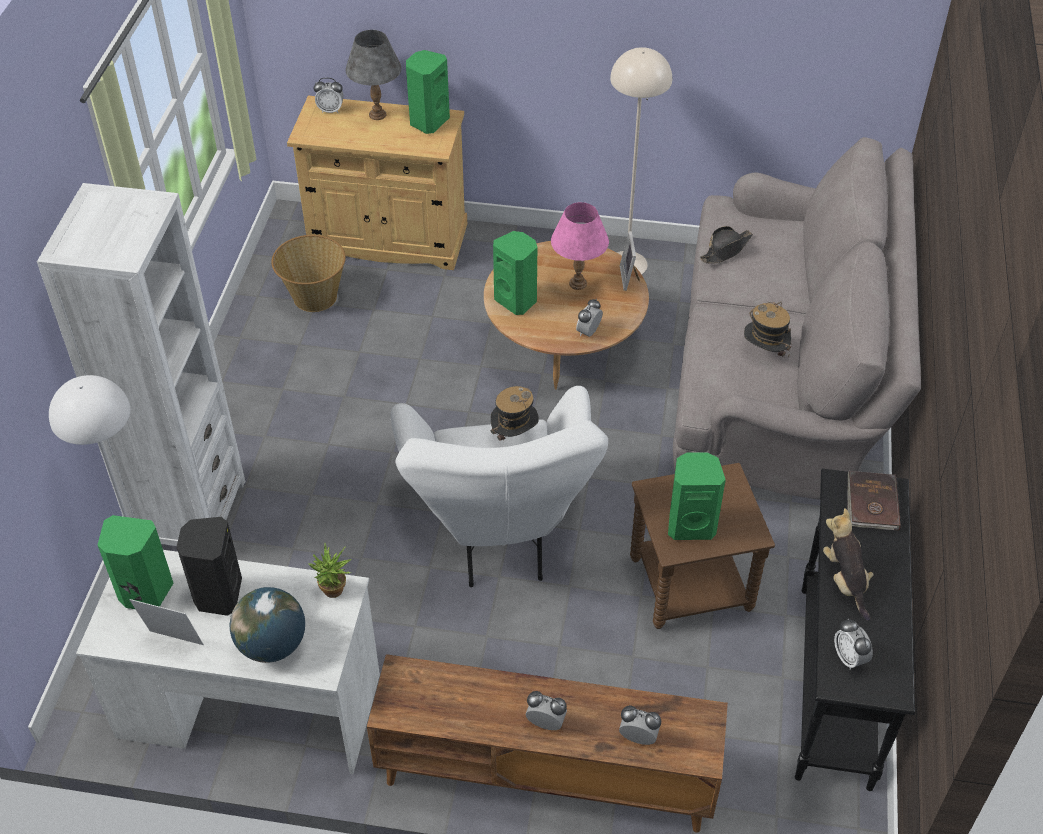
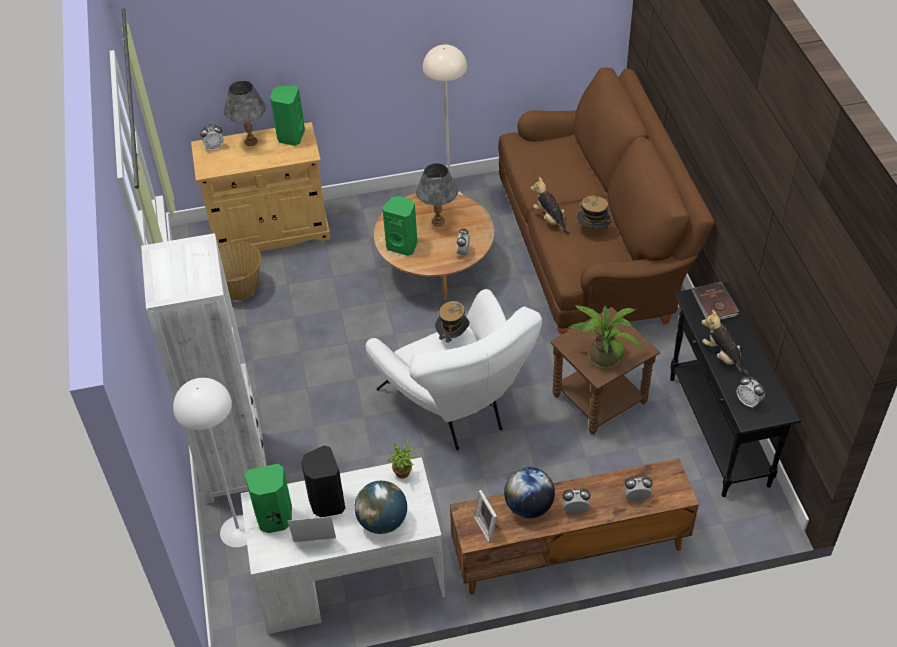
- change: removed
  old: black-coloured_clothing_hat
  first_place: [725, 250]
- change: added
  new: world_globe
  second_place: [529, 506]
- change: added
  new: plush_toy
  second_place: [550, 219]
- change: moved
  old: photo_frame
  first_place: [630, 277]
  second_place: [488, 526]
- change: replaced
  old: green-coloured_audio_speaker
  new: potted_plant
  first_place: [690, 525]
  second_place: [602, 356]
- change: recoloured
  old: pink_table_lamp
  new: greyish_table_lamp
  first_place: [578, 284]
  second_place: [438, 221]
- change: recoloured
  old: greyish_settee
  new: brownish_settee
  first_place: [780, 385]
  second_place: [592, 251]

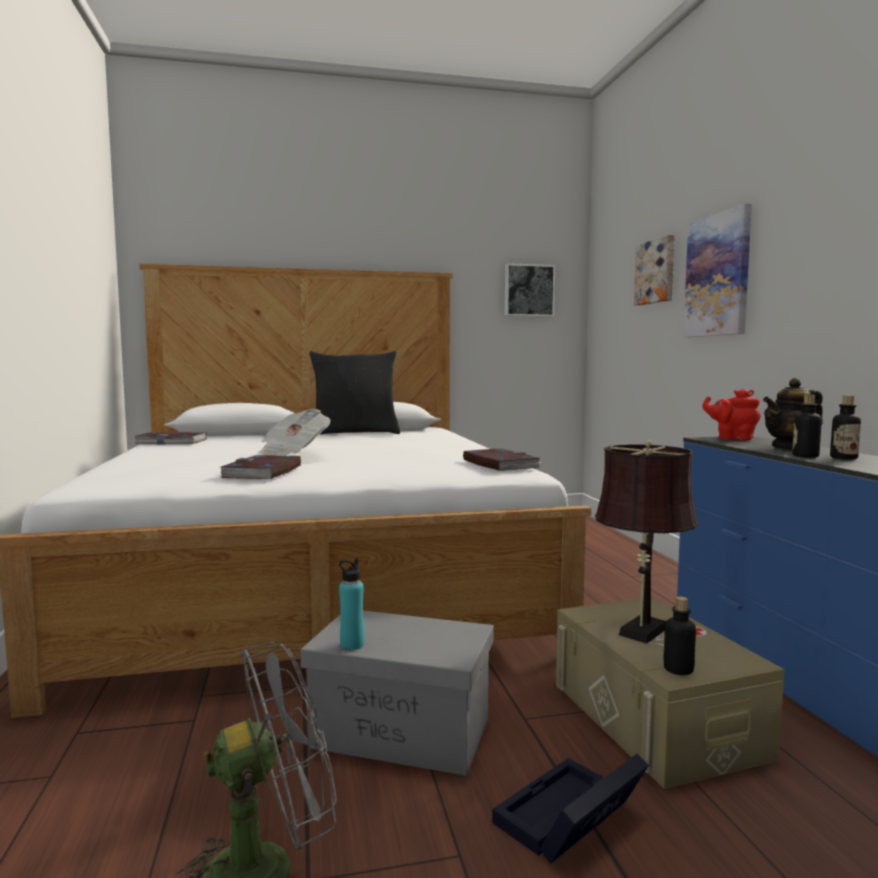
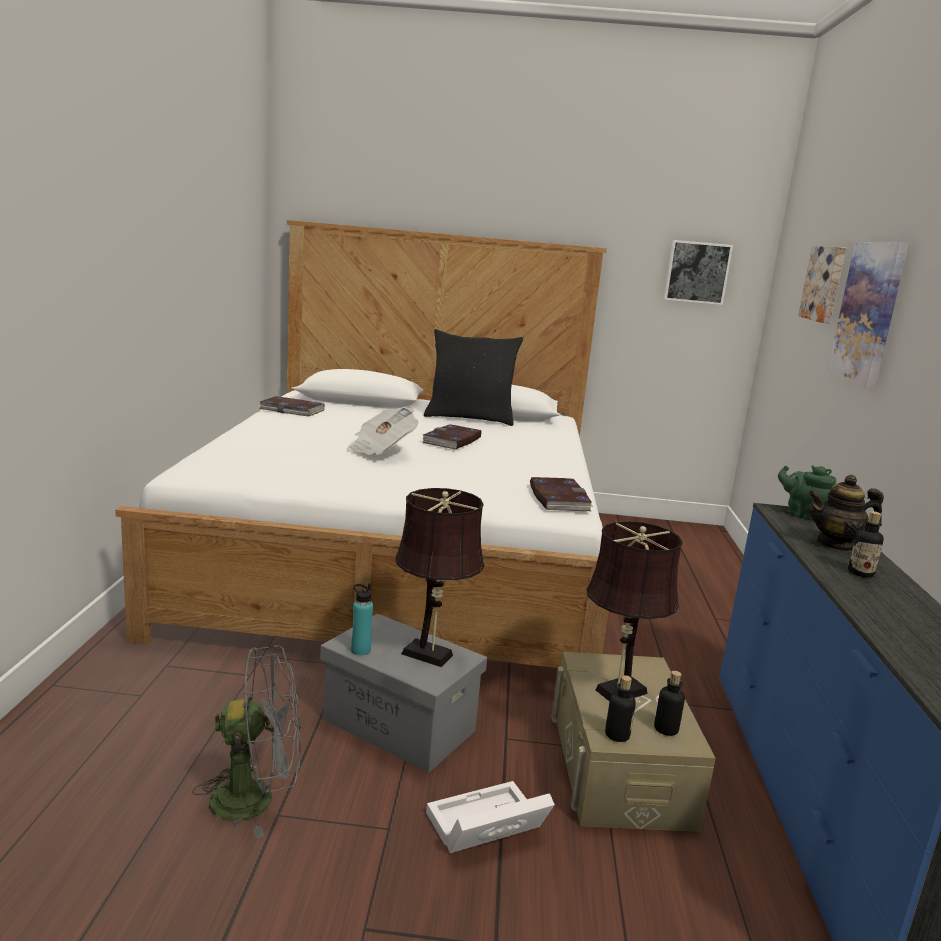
- change: added
  new: brownish_table_lamp
  second_place: [431, 656]
- change: moved
  old: volume
  first_place: [263, 472]
  second_place: [452, 440]
- change: moved
  old: bottle
  first_place: [805, 456]
  second_place: [666, 729]
- change: recoloured
  old: black-coloured_storage_box
  new: whitish_storage_box
  first_place: [568, 821]
  second_place: [484, 828]
- change: recoloured
  old: red_teapot
  new: green-coloured_teapot
  first_place: [732, 438]
  second_place: [802, 514]

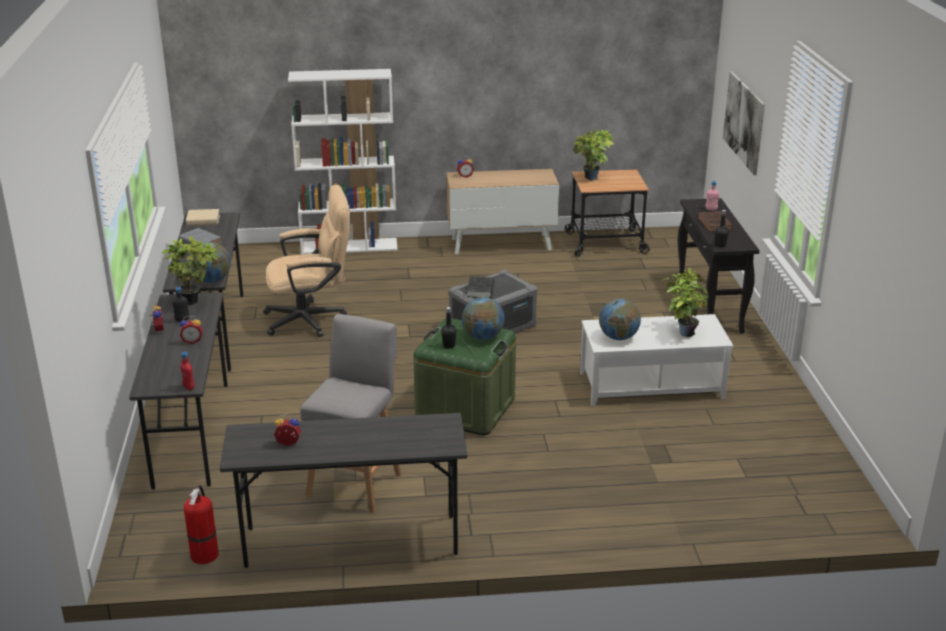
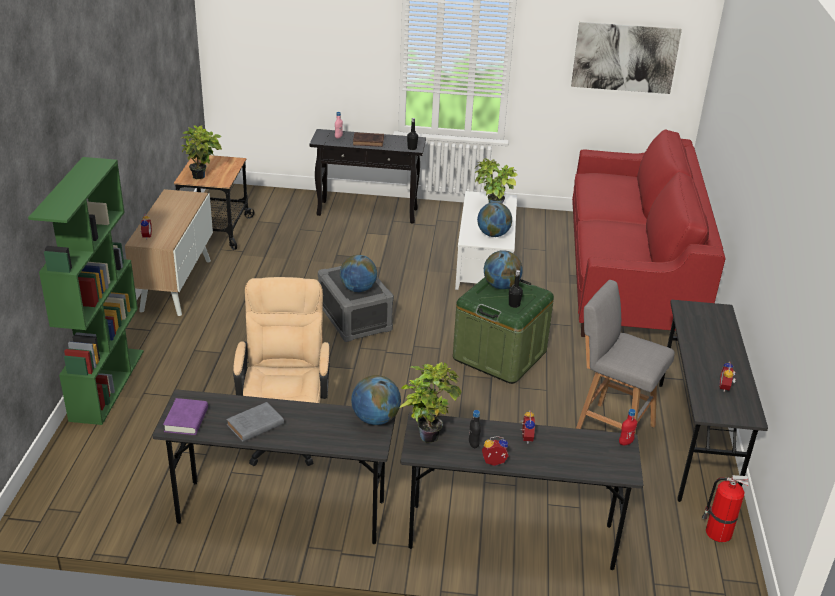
- change: added
  new: red_settee
  second_place: [629, 275]
- change: moved
  old: wall_picture
  first_place: [744, 122]
  second_place: [625, 57]
- change: replaced
  old: black-coloured_volume
  new: world_globe
  first_place: [480, 290]
  second_place: [358, 289]
- change: recoloured
  old: beige-coloured_volume
  new: purplish_volume
  first_place: [203, 220]
  second_place: [186, 420]
- change: recoloured
  old: whitish_bookcase
  new: green-coloured_bookcase
  first_place: [349, 246]
  second_place: [107, 384]

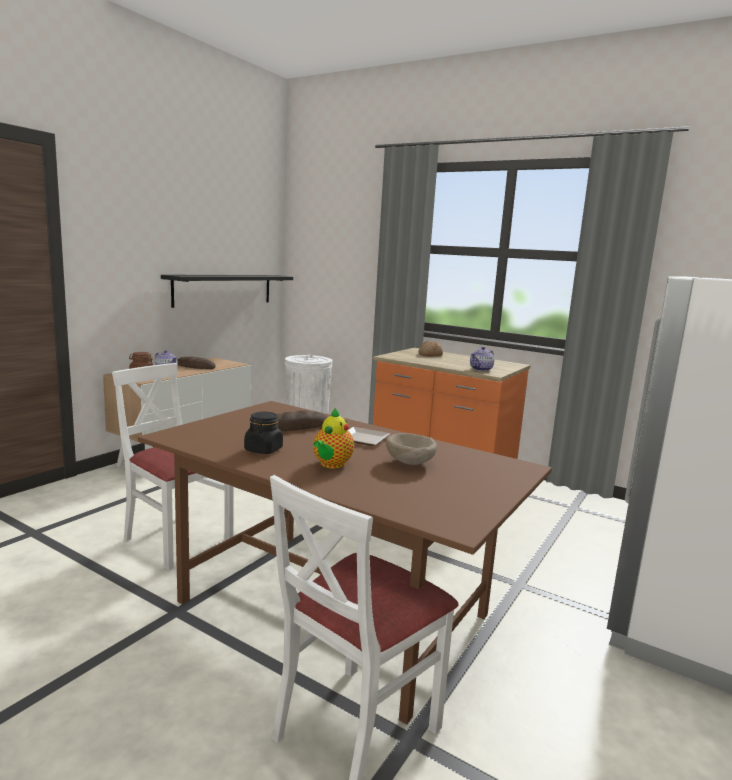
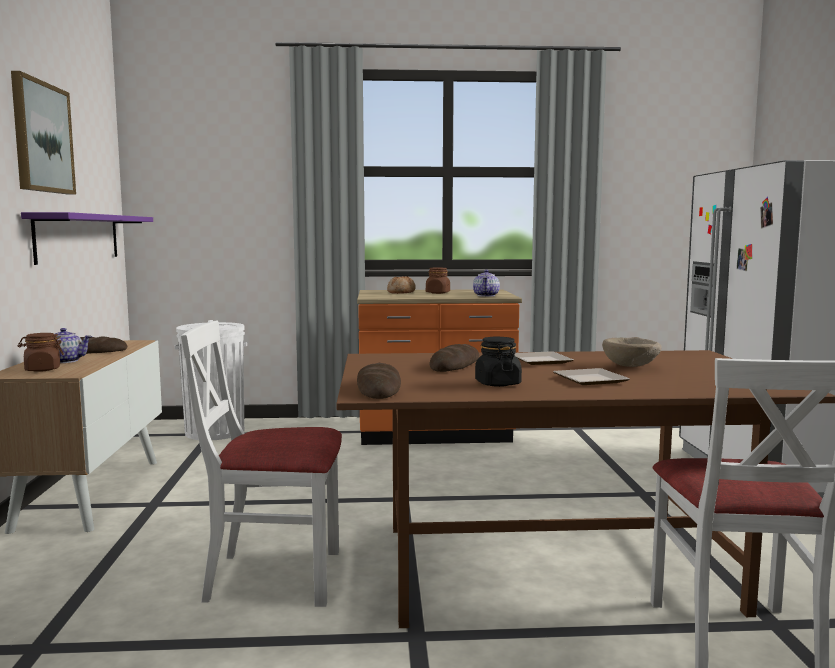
- change: added
  new: wall_picture
  second_place: [42, 137]
- change: added
  new: bakery_bread
  second_place: [378, 388]
- change: added
  new: brownish_preserve_jar
  second_place: [438, 293]
- change: replaced
  old: teapot
  new: dinner_plate
  first_place: [331, 465]
  second_place: [587, 380]
- change: recoloured
  old: black-coloured_shelf
  new: purplish_shelf
  first_place: [224, 289]
  second_place: [79, 237]

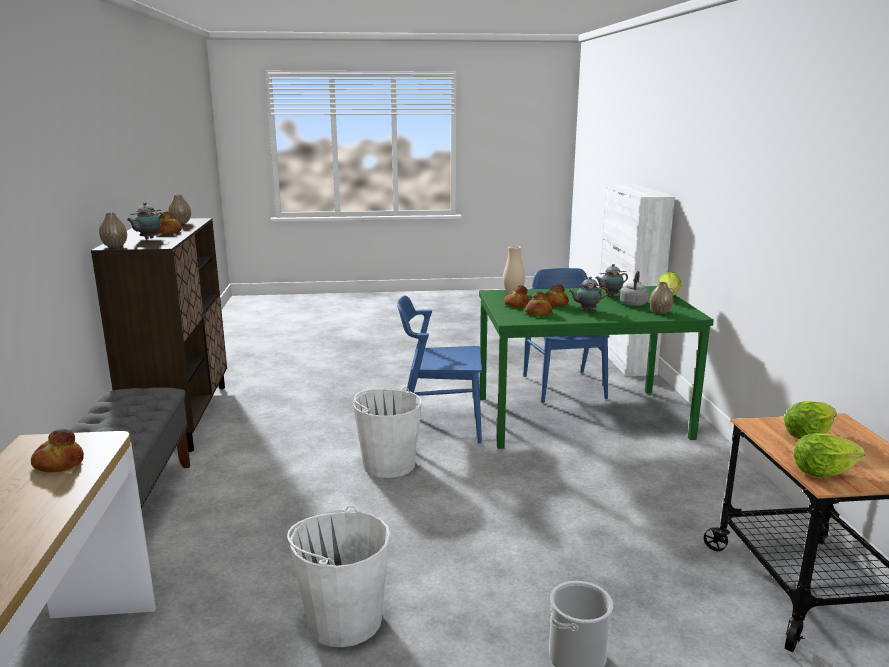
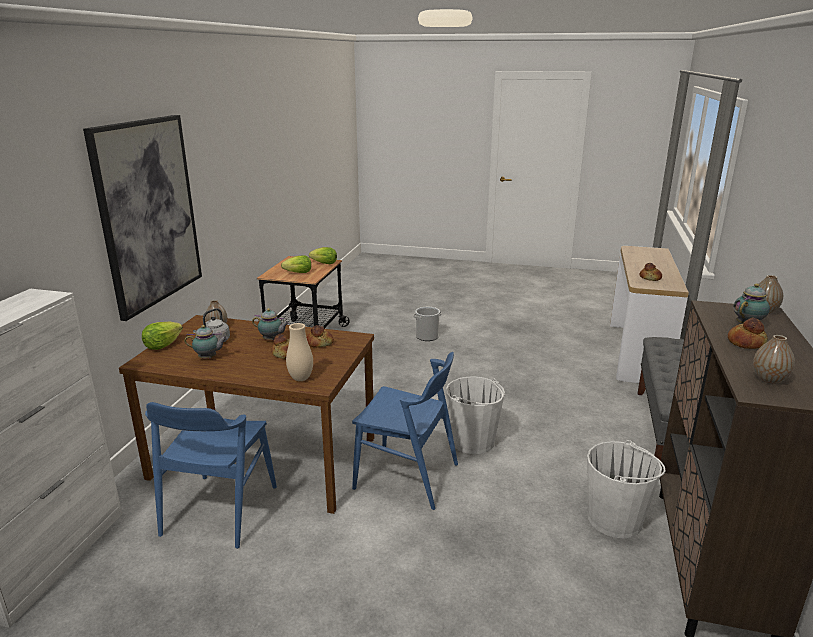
- change: removed
  old: bakery_bread
  first_place: [516, 305]
- change: added
  new: wall_picture
  second_place: [148, 213]
- change: moved
  old: whitish_pail
  first_place: [344, 620]
  second_place: [615, 519]
- change: recoloured
  old: green-coloured_dinner_table
  new: brownish_dinner_table
  first_place: [581, 417]
  second_place: [263, 458]

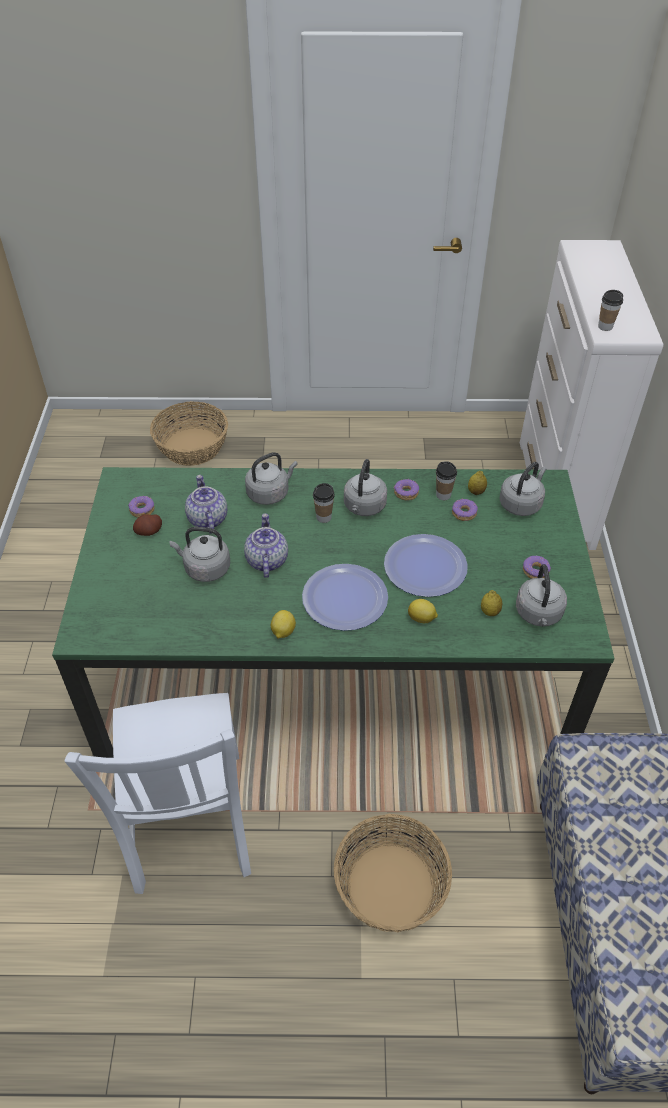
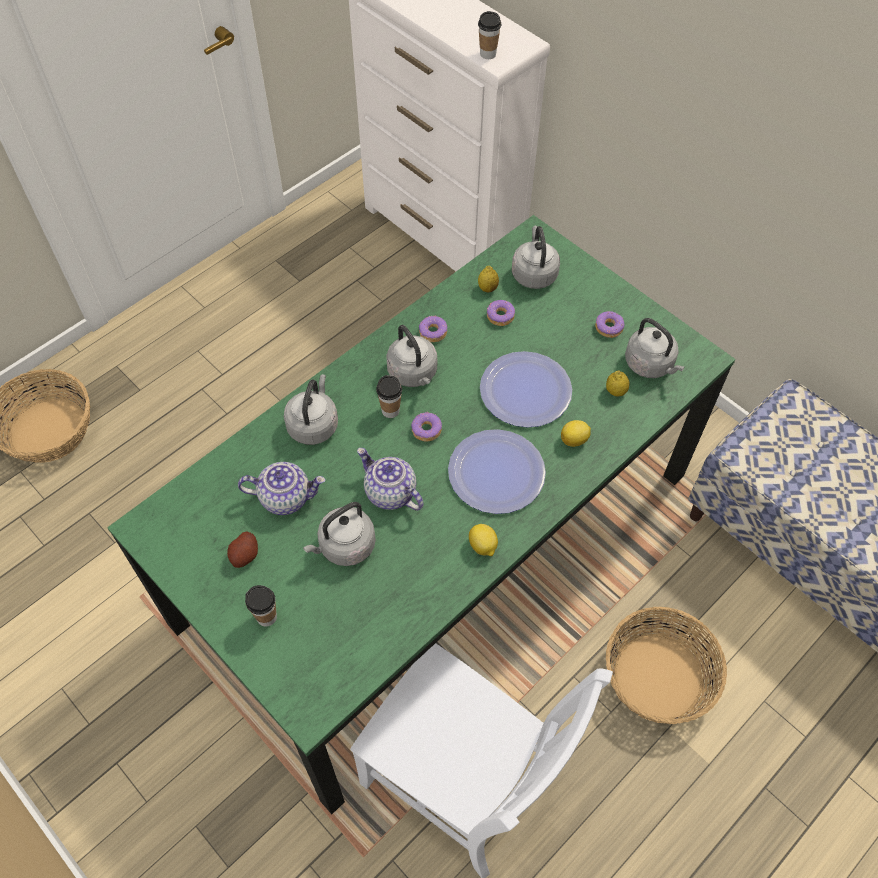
- change: moved
  old: donut
  first_place: [142, 510]
  second_place: [426, 430]
- change: moved
  old: cup
  first_place: [443, 495]
  second_place: [266, 617]
- change: turned
  old: teapot
  first_place: [207, 519]
  second_place: [286, 497]
  degrees: 150

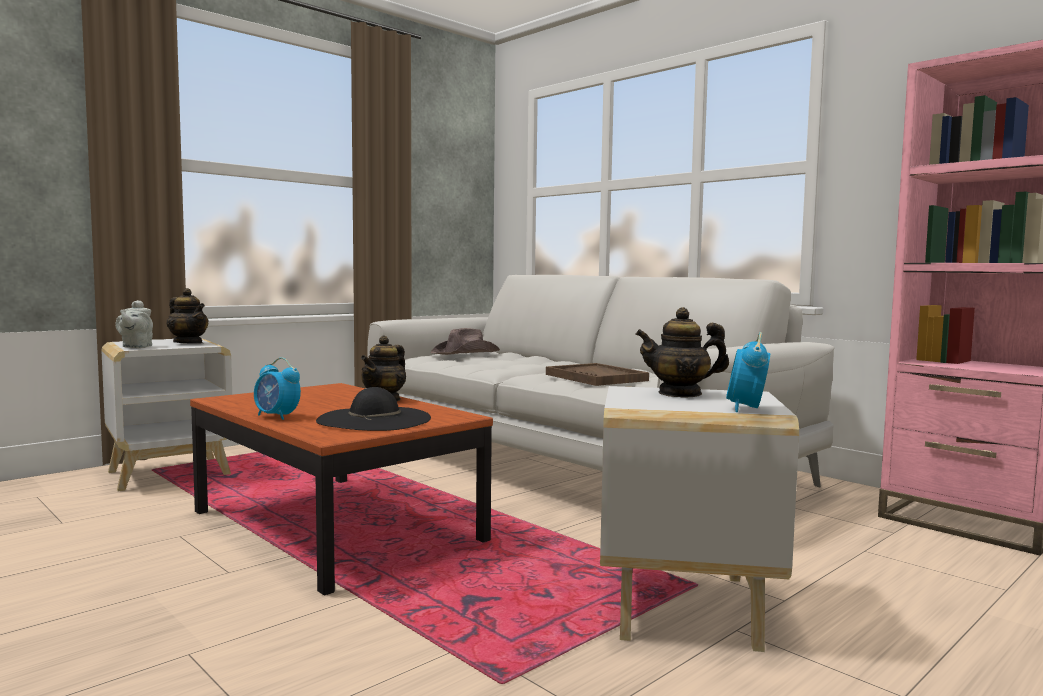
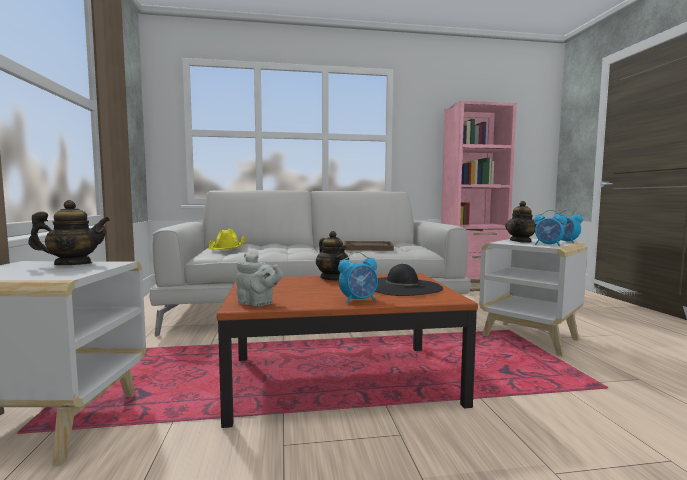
- change: added
  new: table_clock
  second_place: [548, 245]
- change: moved
  old: greyish_teapot
  first_place: [136, 347]
  second_place: [258, 303]
- change: recoloured
  old: brownish_clothing_hat
  new: yellowish_clothing_hat
  first_place: [466, 353]
  second_place: [227, 247]

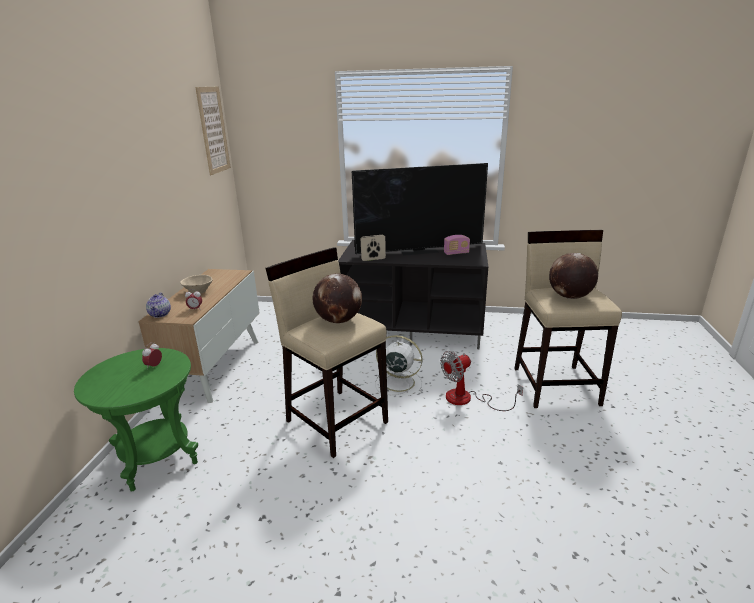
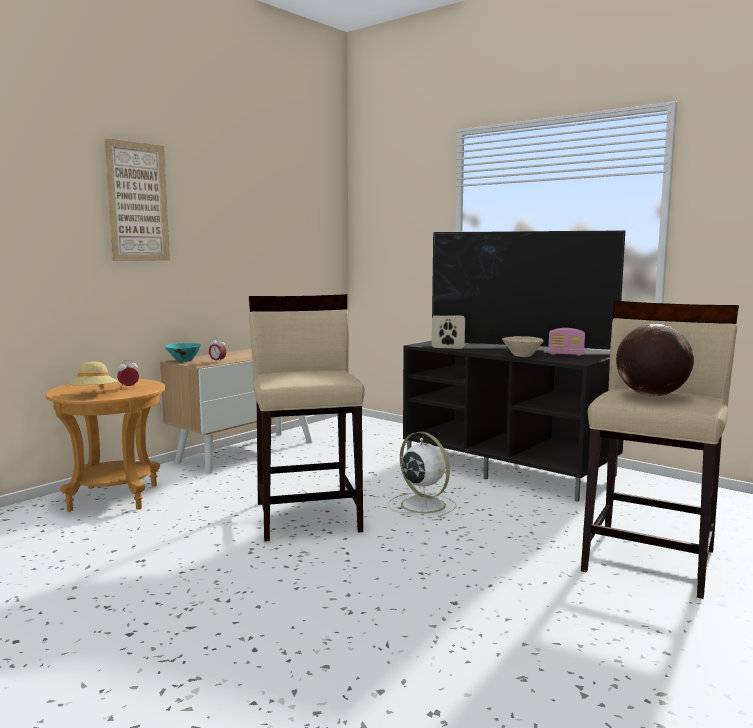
- change: removed
  old: world_globe
  first_place: [338, 320]
- change: removed
  old: electric_fan
  first_place: [468, 399]
- change: added
  new: beige-coloured_clothing_hat
  second_place: [94, 394]
- change: moved
  old: beige-coloured_serving_bowl
  first_place: [198, 292]
  second_place: [521, 355]
- change: moved
  old: wall_picture
  first_place: [213, 130]
  second_place: [137, 202]
- change: replaced
  old: teapot
  new: blue-green_serving_bowl
  first_place: [160, 314]
  second_place: [184, 360]
- change: recoloured
  old: green-coloured_end_table
  new: brownish_end_table
  first_place: [157, 458]
  second_place: [114, 497]

